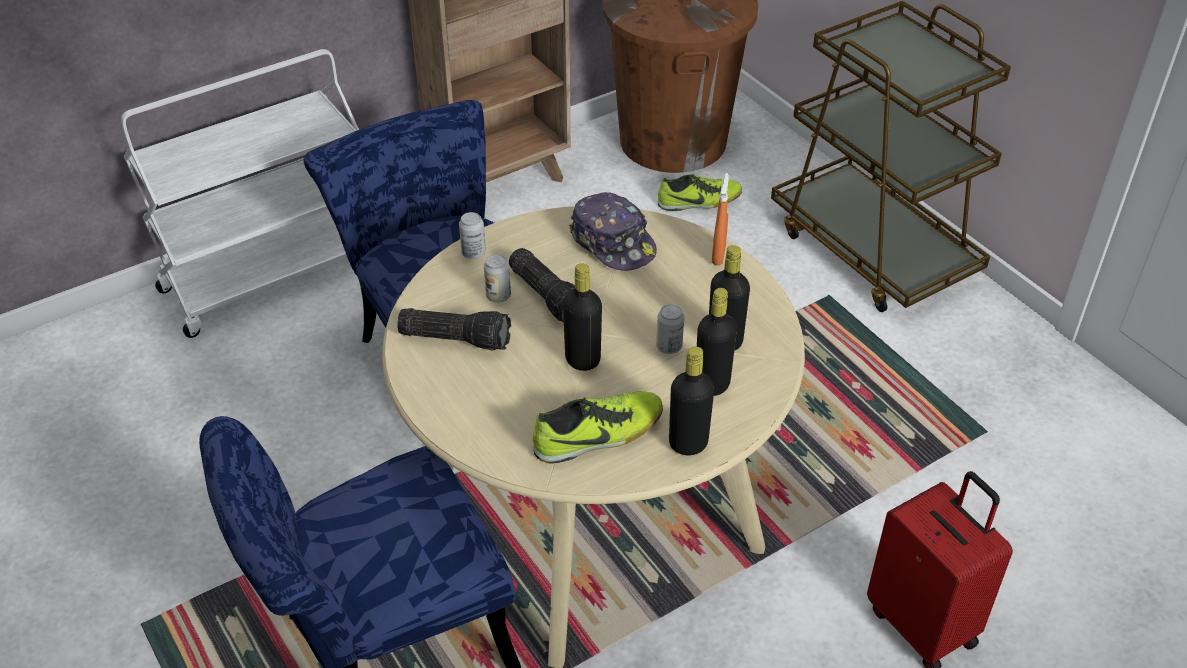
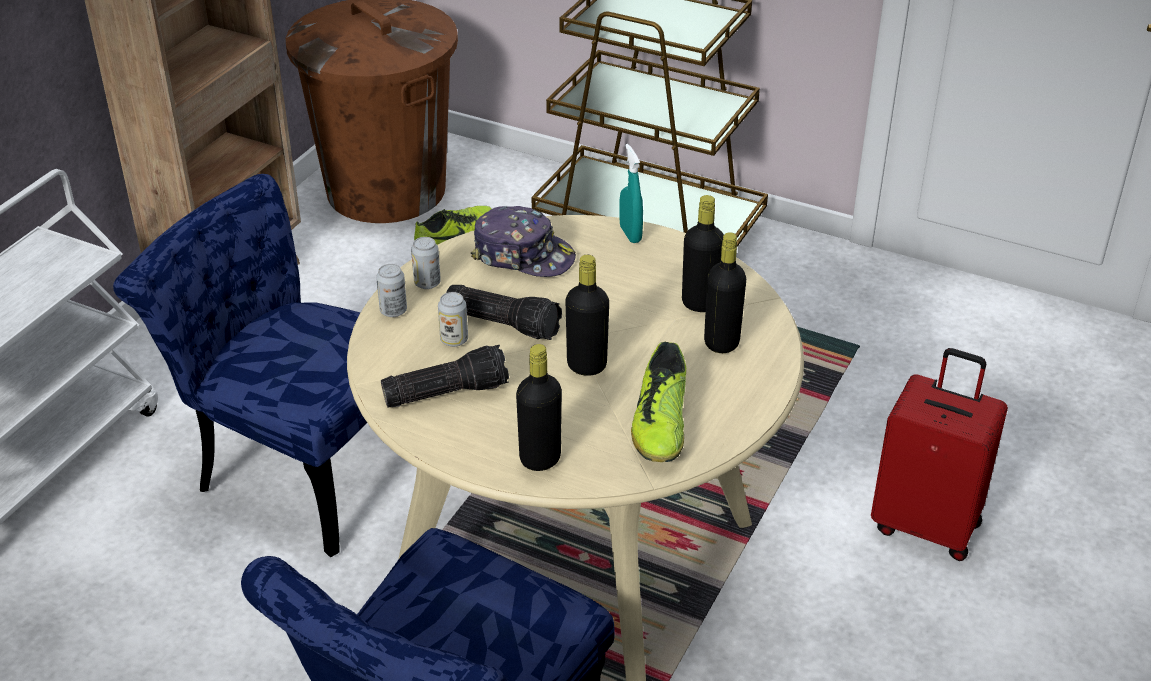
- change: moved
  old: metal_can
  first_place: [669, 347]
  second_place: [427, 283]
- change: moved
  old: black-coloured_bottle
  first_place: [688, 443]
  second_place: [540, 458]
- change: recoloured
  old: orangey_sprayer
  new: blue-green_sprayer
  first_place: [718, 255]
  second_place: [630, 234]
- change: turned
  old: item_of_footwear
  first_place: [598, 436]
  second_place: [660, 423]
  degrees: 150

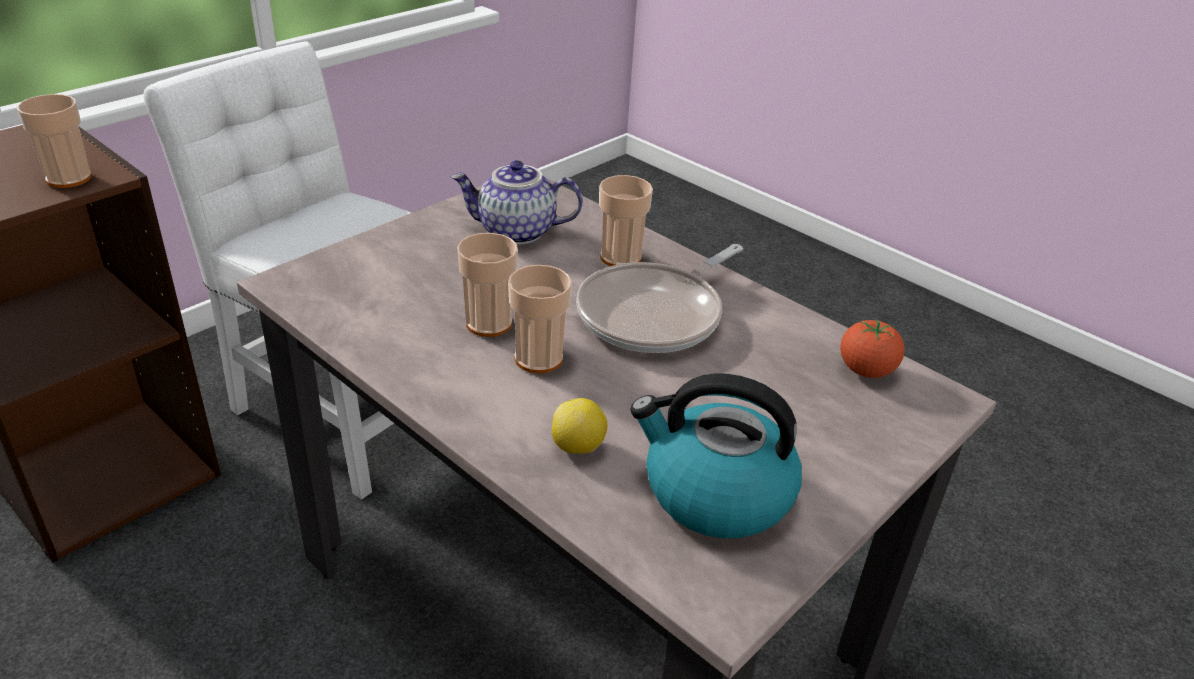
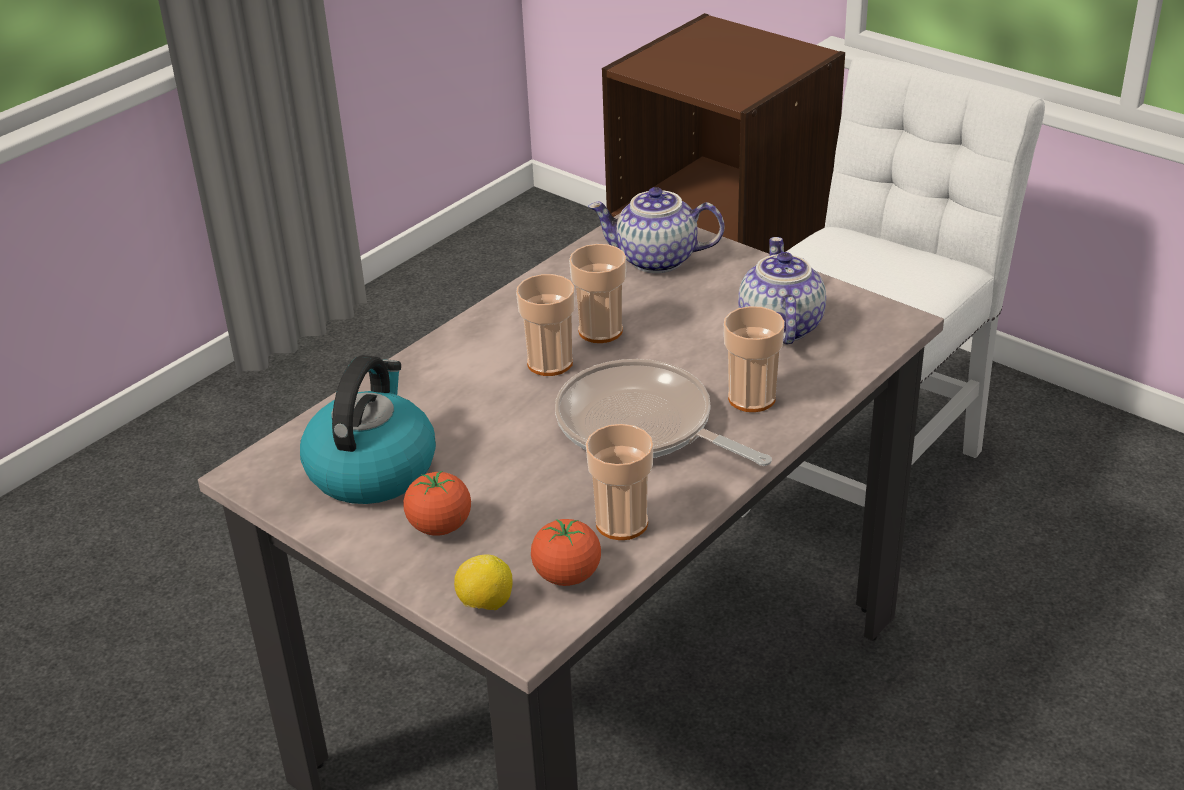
- change: added
  new: fresh_tomato
  second_place: [440, 527]
- change: added
  new: teapot
  second_place: [655, 260]
- change: moved
  old: cup
  first_place: [69, 178]
  second_place: [622, 523]
- change: moved
  old: citrus_fruit
  first_place: [578, 447]
  second_place: [485, 604]

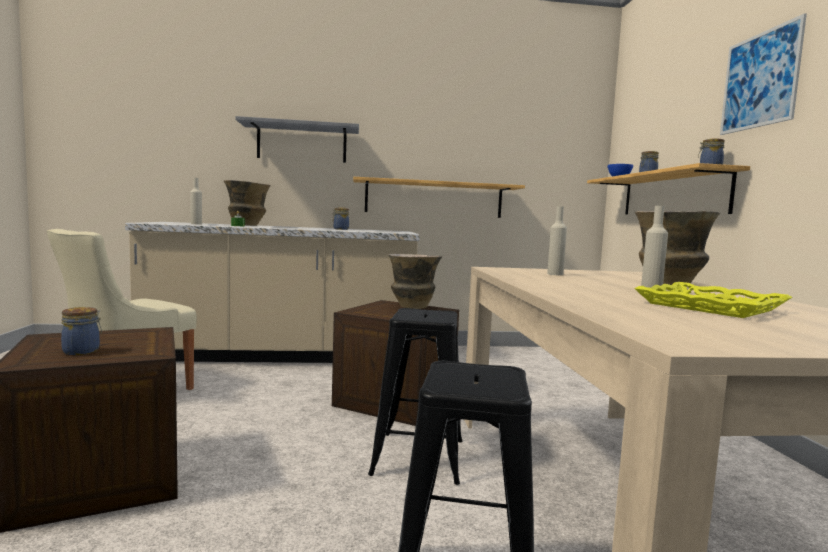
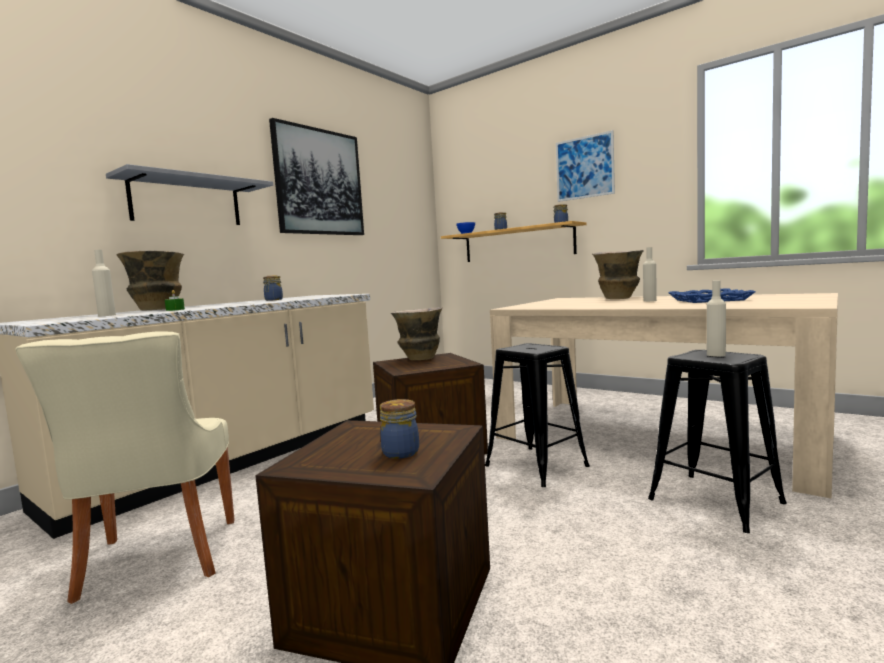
- change: removed
  old: shelf
  first_place: [434, 199]
- change: added
  new: wall_picture
  second_place: [319, 182]
- change: moved
  old: beige-coloured_bottle
  first_place: [555, 274]
  second_place: [716, 355]
- change: recoloured
  old: yellowish_carrying_tray
  new: blue-coloured_carrying_tray
  first_place: [709, 307]
  second_place: [709, 300]

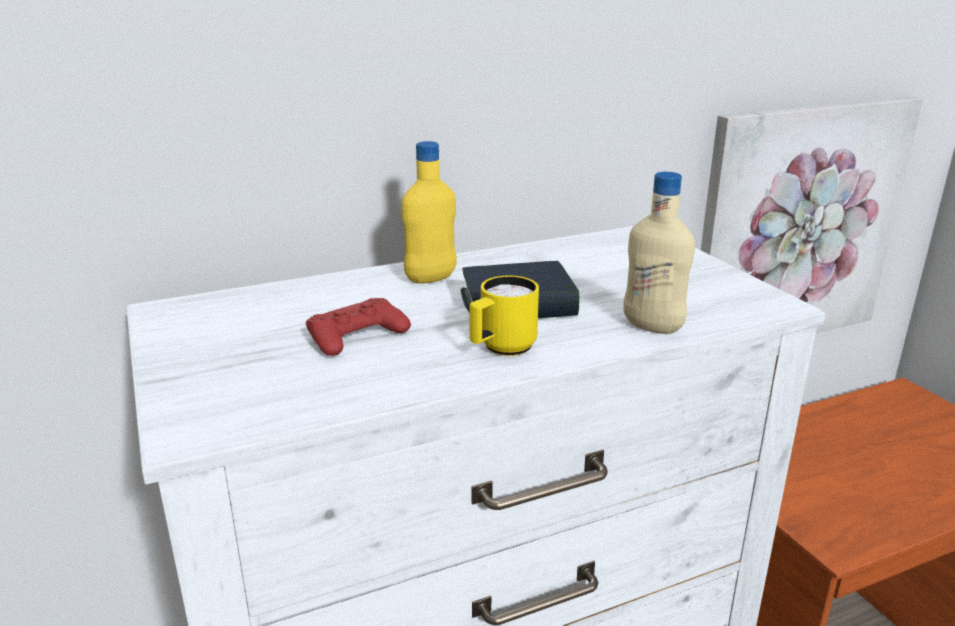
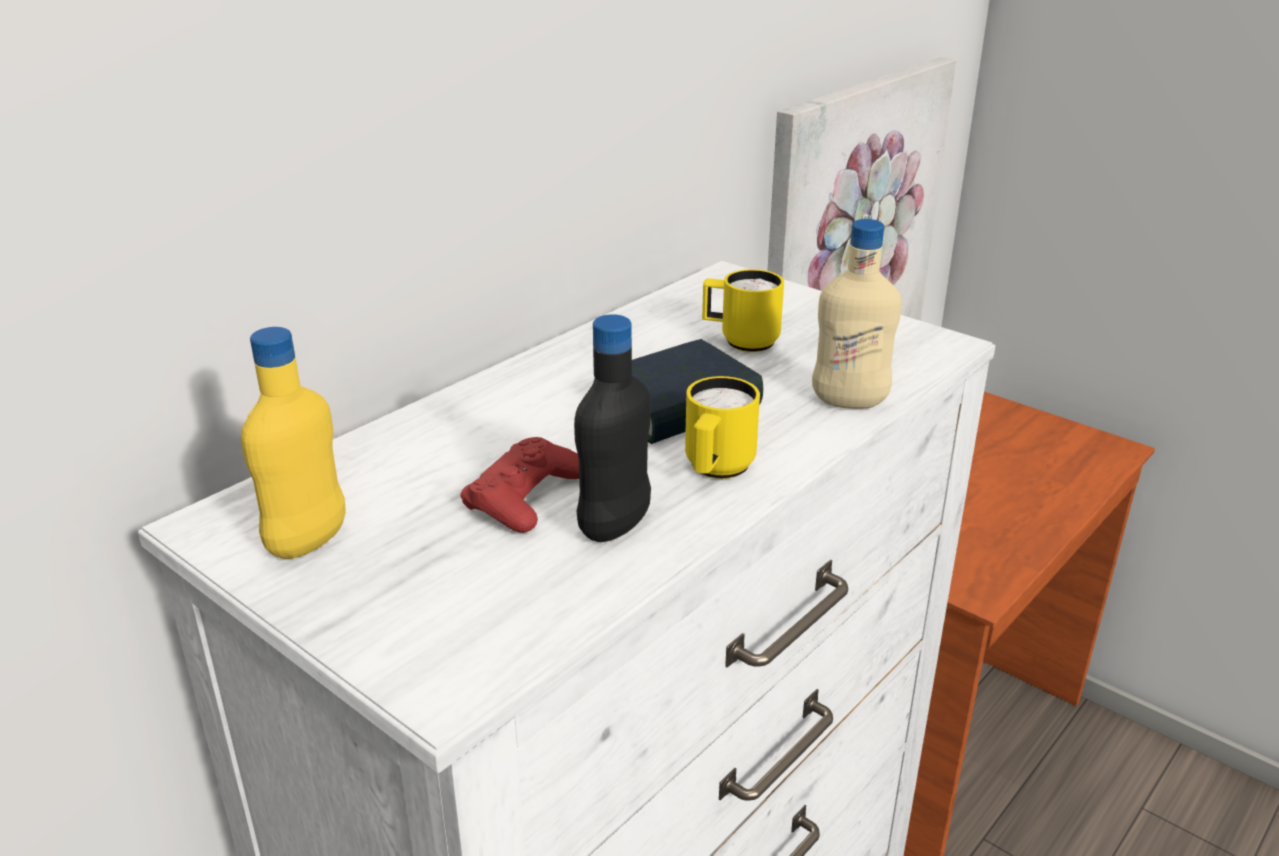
- change: added
  new: black-coloured_bottle
  second_place: [615, 526]
- change: added
  new: yellowish_coffee_mug
  second_place: [740, 341]
- change: moved
  old: yellowish_bottle
  first_place: [431, 278]
  second_place: [308, 542]

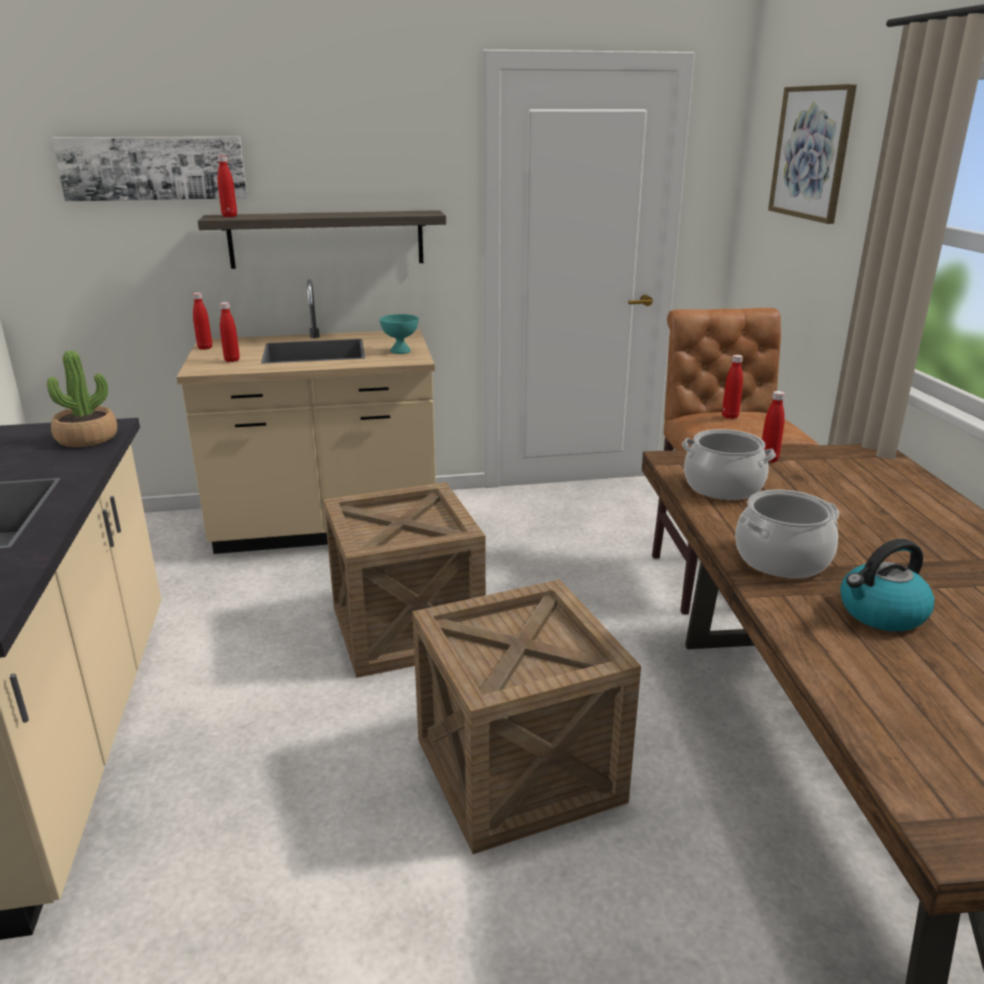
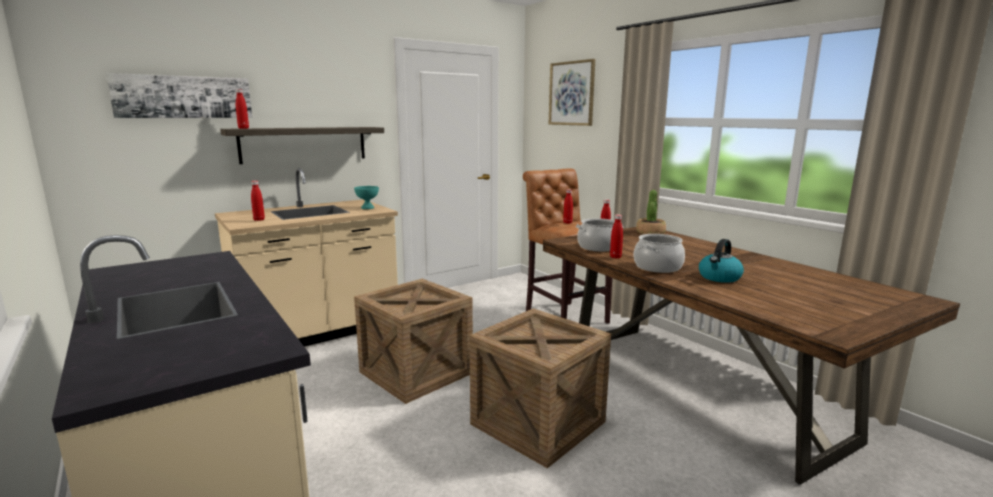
- change: moved
  old: potted_plant
  first_place: [87, 438]
  second_place: [650, 232]
- change: moved
  old: red_bottle
  first_place: [205, 348]
  second_place: [615, 257]

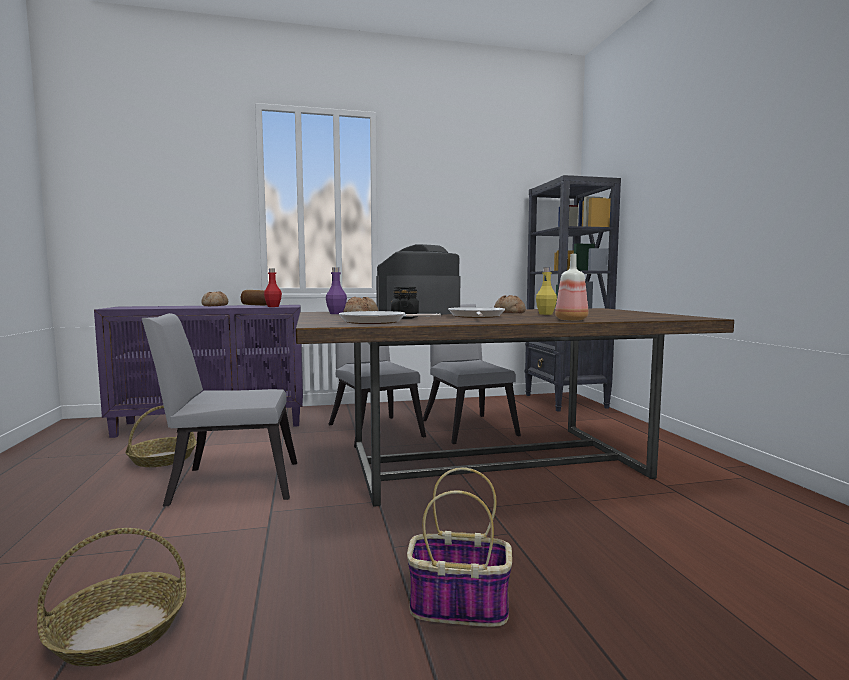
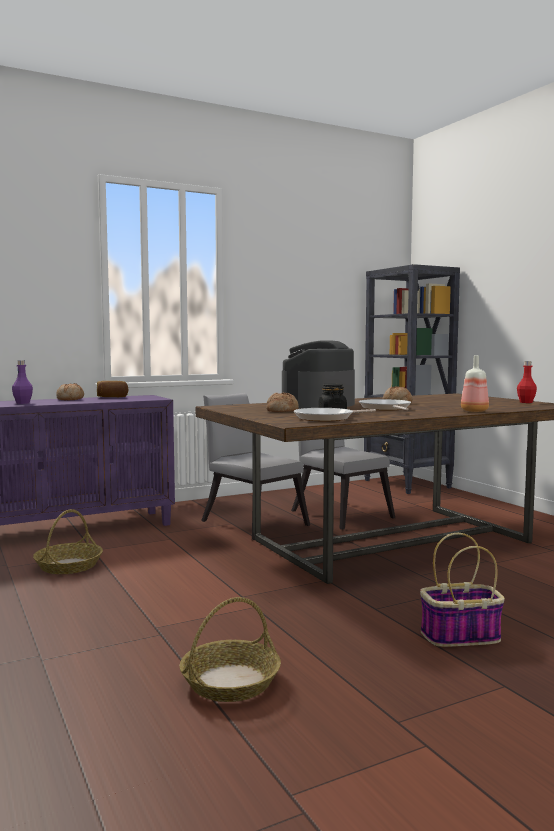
- change: removed
  old: greyish_plain_chair
  first_place: [227, 483]
- change: removed
  old: yellowish_bottle
  first_place: [545, 314]
- change: moved
  old: red_bottle
  first_place: [273, 306]
  second_place: [526, 402]
- change: moved
  old: purplish_bottle
  first_place: [336, 313]
  second_place: [23, 403]

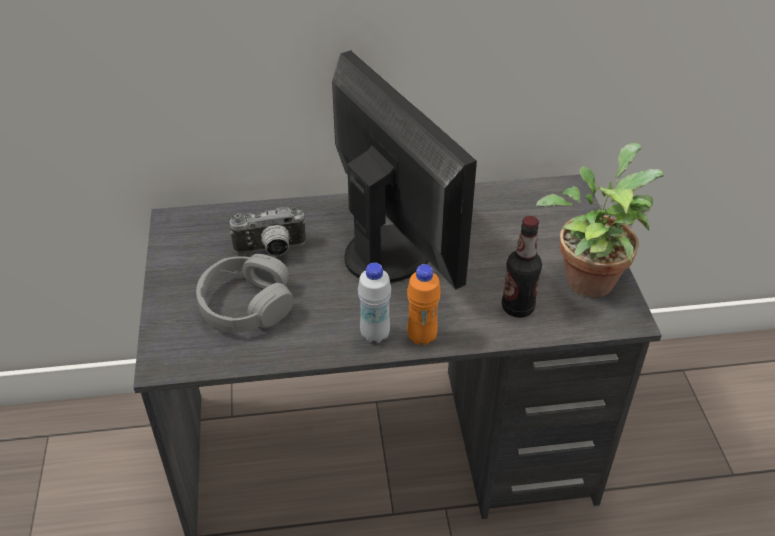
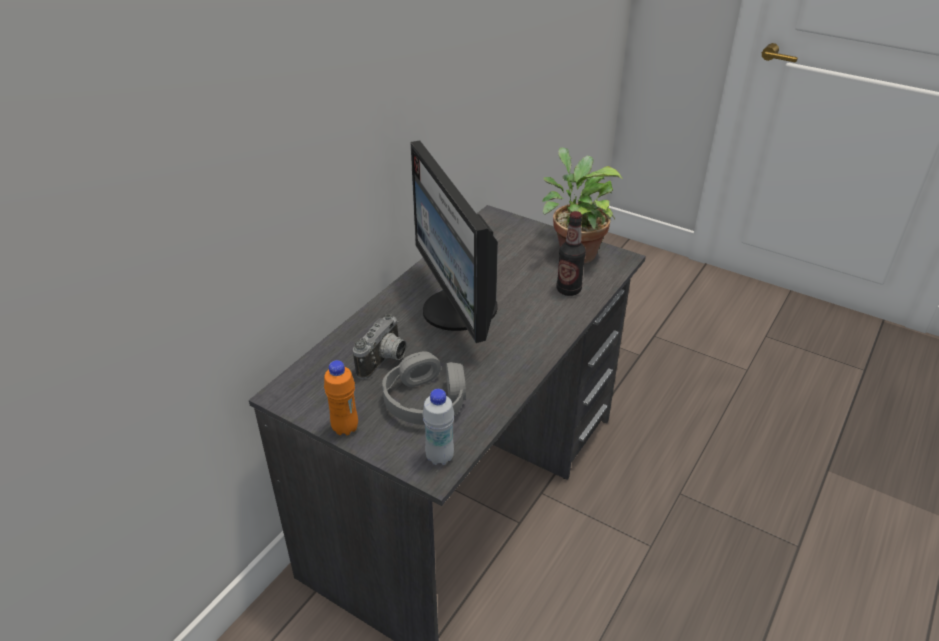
- change: moved
  old: whitish_bottle
  first_place: [375, 334]
  second_place: [439, 457]
- change: moved
  old: orangey_bottle
  first_place: [422, 337]
  second_place: [345, 428]
- change: turned
  old: monitor
  first_place: [390, 252]
  second_place: [457, 311]
  degrees: -120

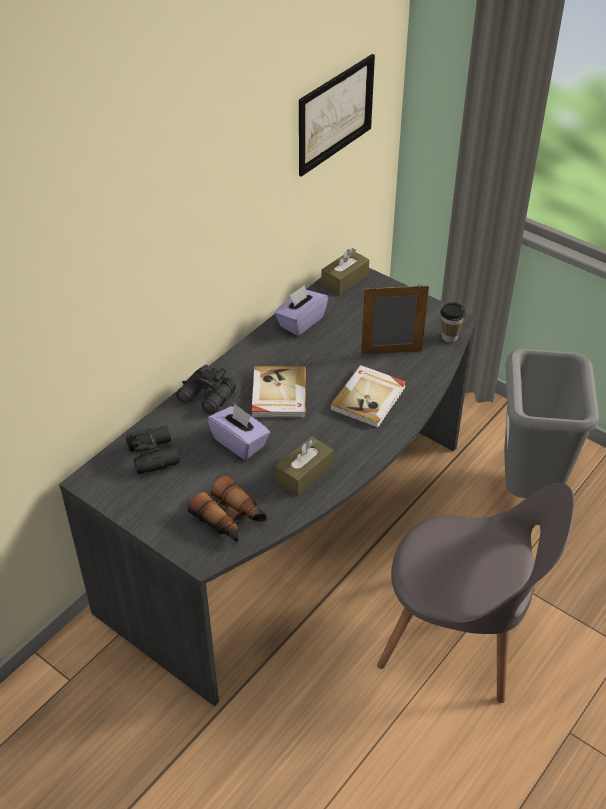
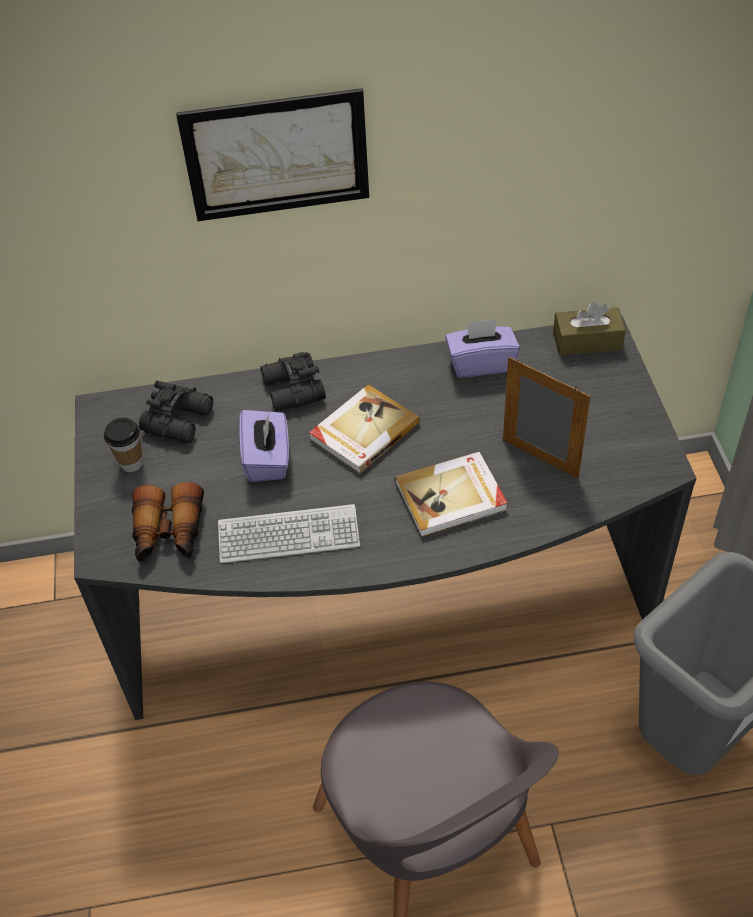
- change: moved
  old: wall_picture
  first_place: [335, 114]
  second_place: [276, 155]
- change: moved
  old: cup
  first_place: [449, 337]
  second_place: [131, 463]
- change: replaced
  old: brownish_tissue_box
  new: PC_keyboard
  first_place: [304, 473]
  second_place: [288, 535]

